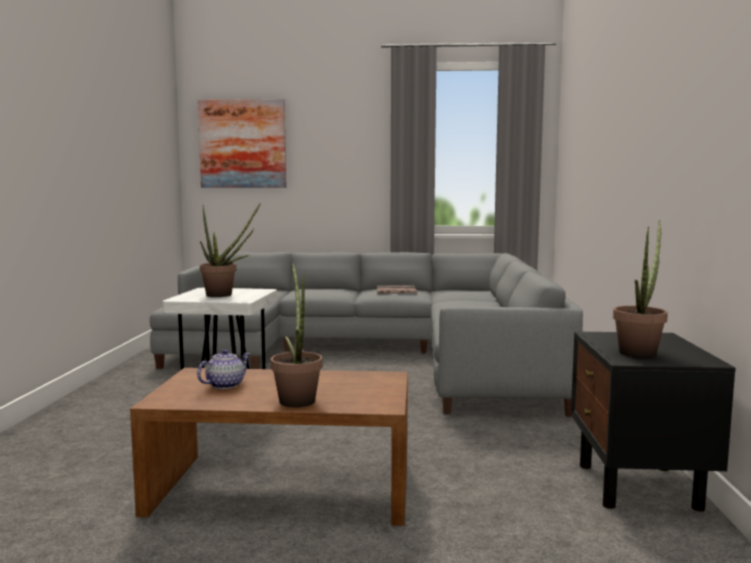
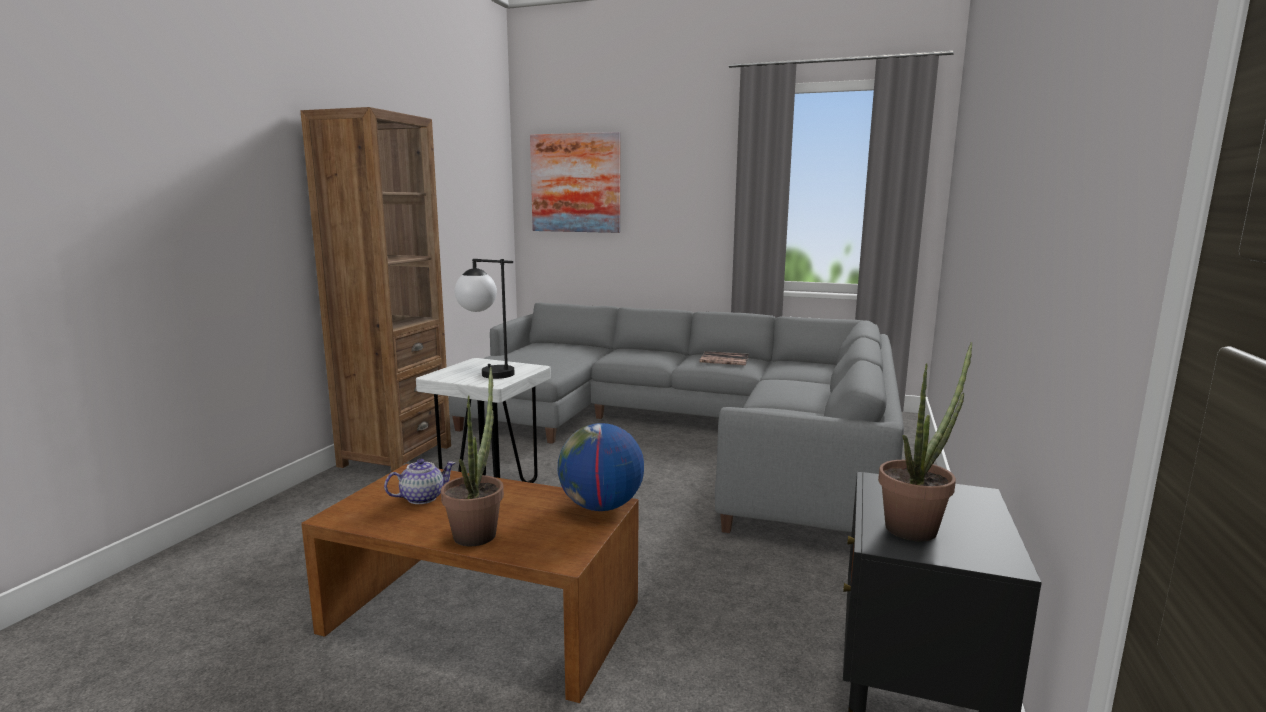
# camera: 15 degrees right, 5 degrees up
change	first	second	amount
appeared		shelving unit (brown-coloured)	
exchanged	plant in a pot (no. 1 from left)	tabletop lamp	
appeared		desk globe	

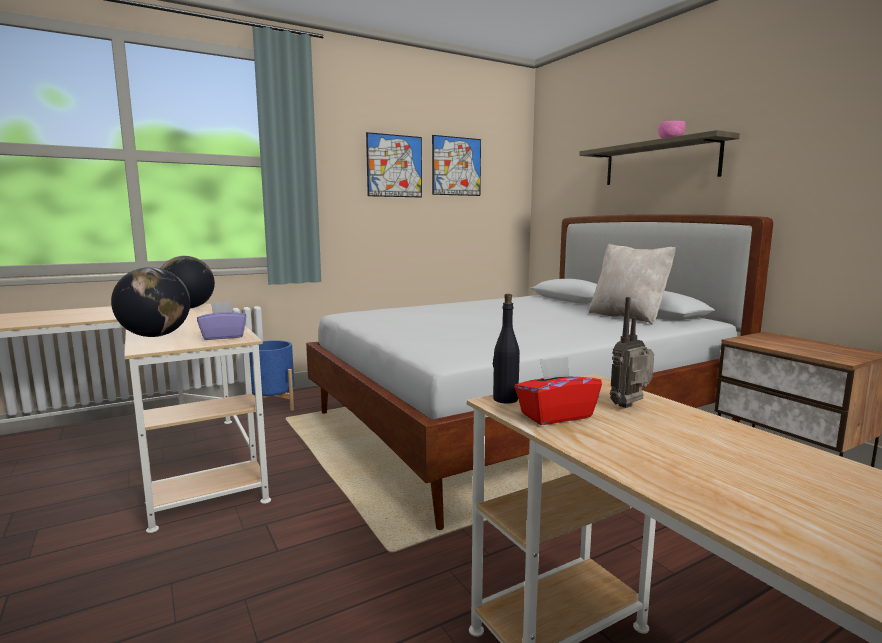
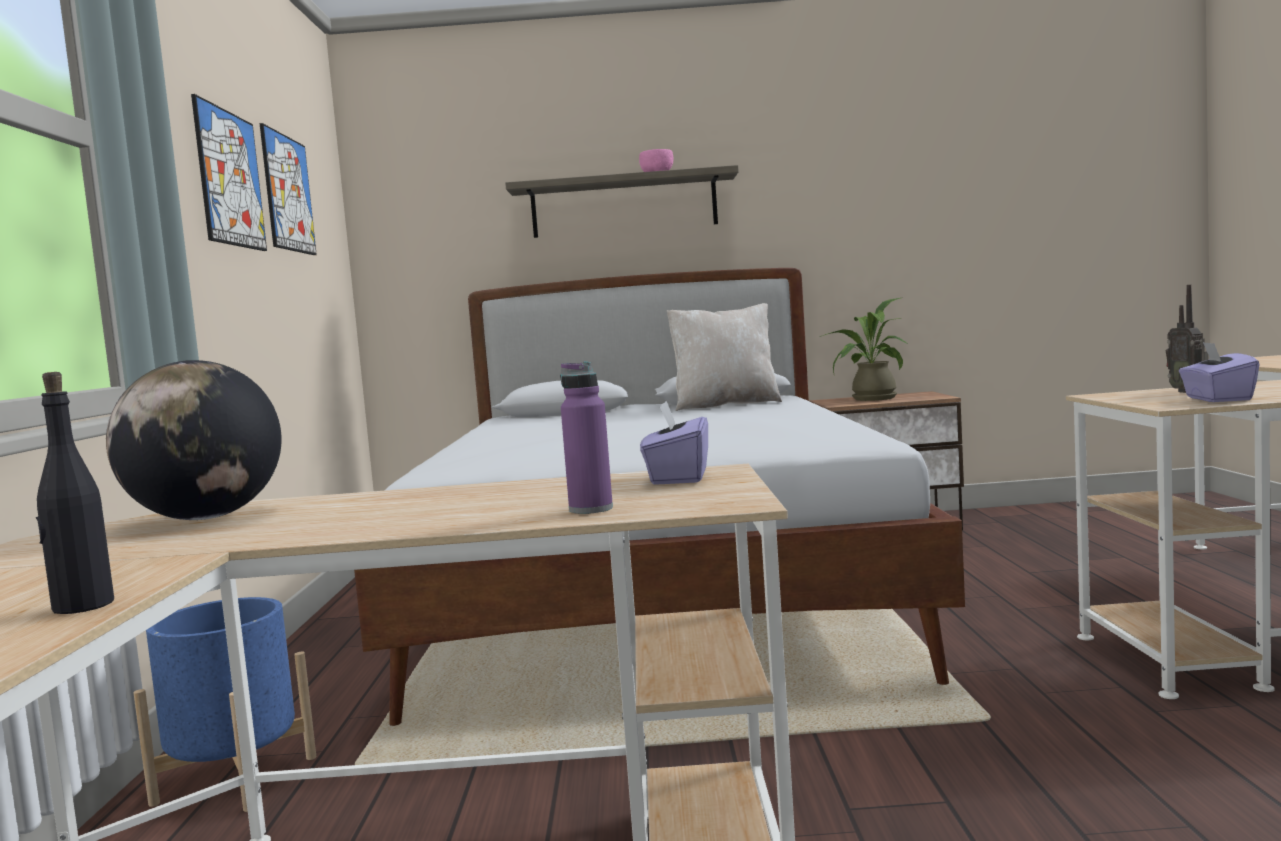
# camera: 60 degrees left, 5 degrees down
change	first	second	amount
relocated	bottle (black)		
exchanged	desk globe (no. 1 from left)	bottle (purplish)	
appeared		plant in a pot	
colour	tissue holder (red-coloured)	tissue holder (purplish) (no. 2 from left)	

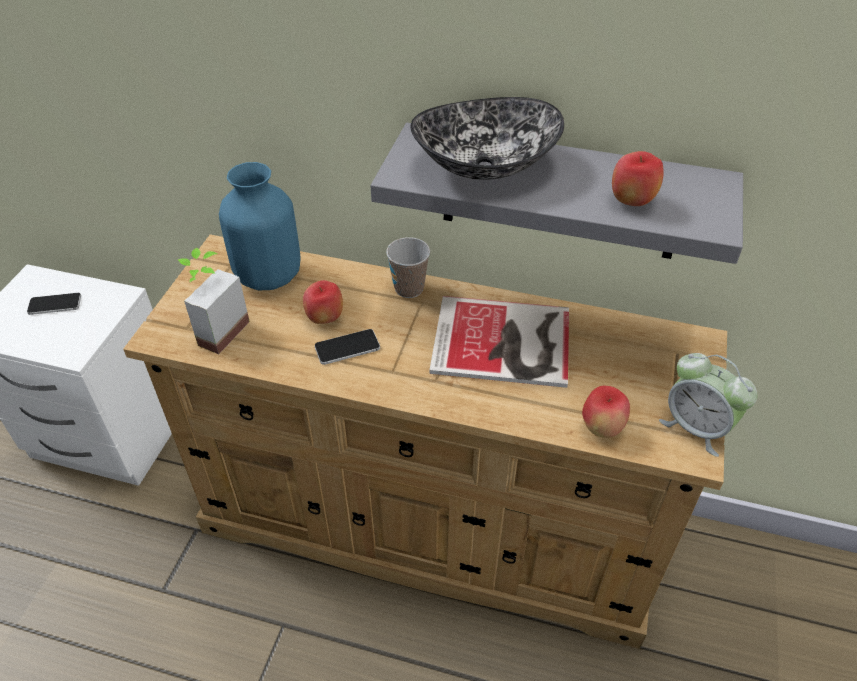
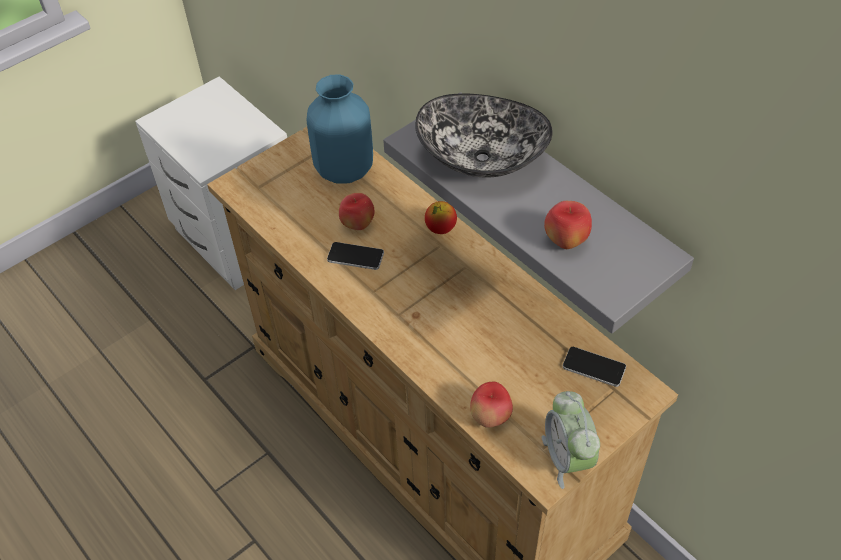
# camera: 35 degrees right, 5 degrees up
change	first	second	amount
exchanged	cup	whole apple (no. 2 from left)	
relocated	telephone (no. 1 from left in the first image)	telephone (no. 2 from left)	
missing	plant in a pot		
missing	volume		

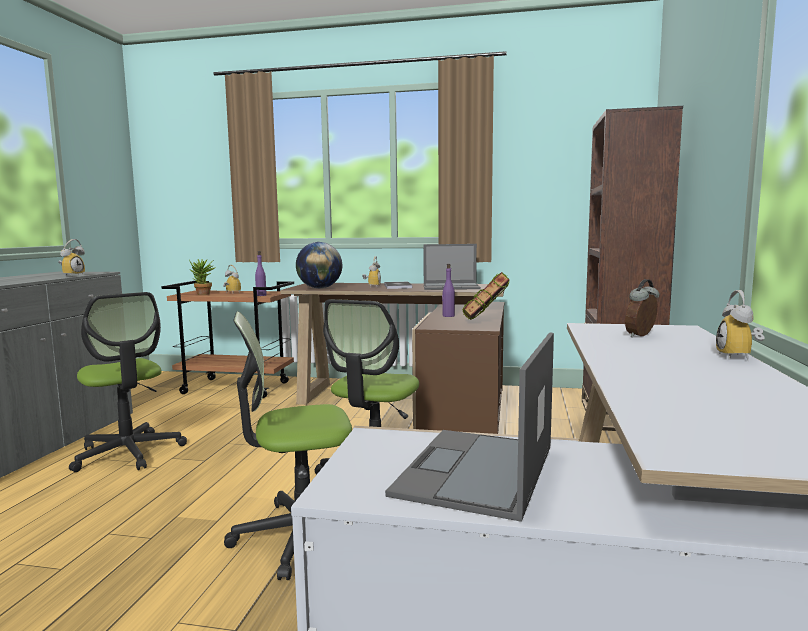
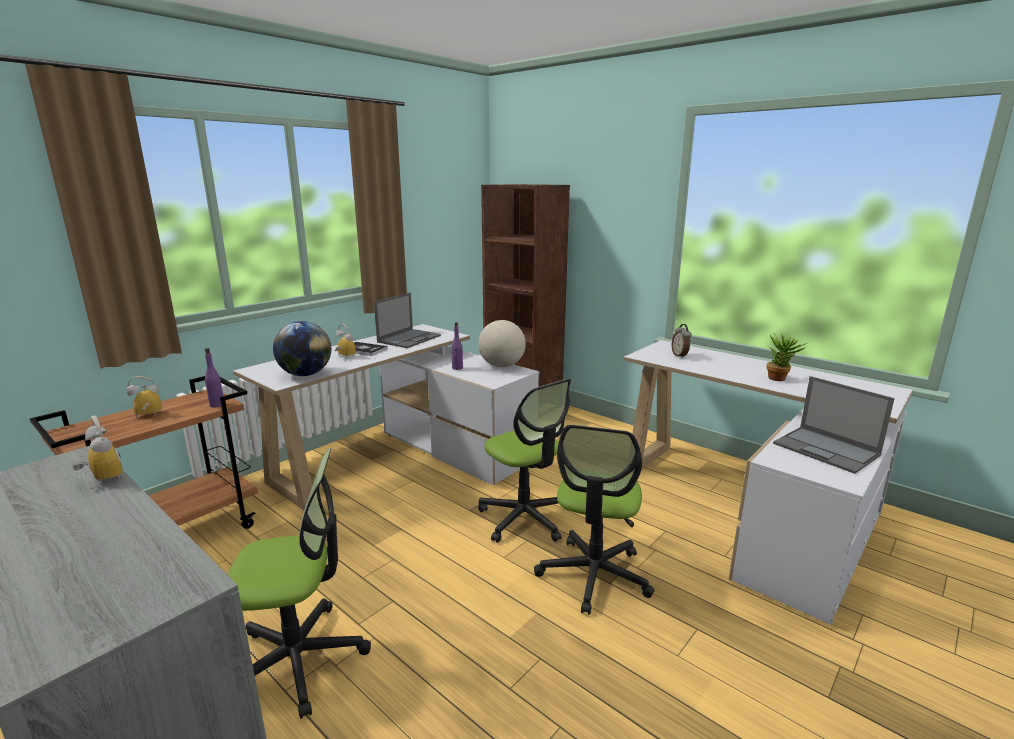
# camera: 60 degrees left, 10 degrees up
change	first	second	amount
colour	desk unit (brown-coloured)	desk unit (white) (no. 1 from left)	
exchanged	volume (no. 2 from left)	desk globe (no. 2 from left)	
relocated	plant in a pot		
missing	table clock (no. 5 from left)		

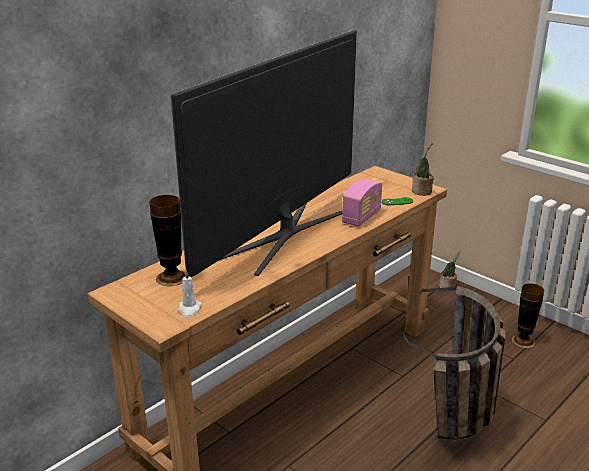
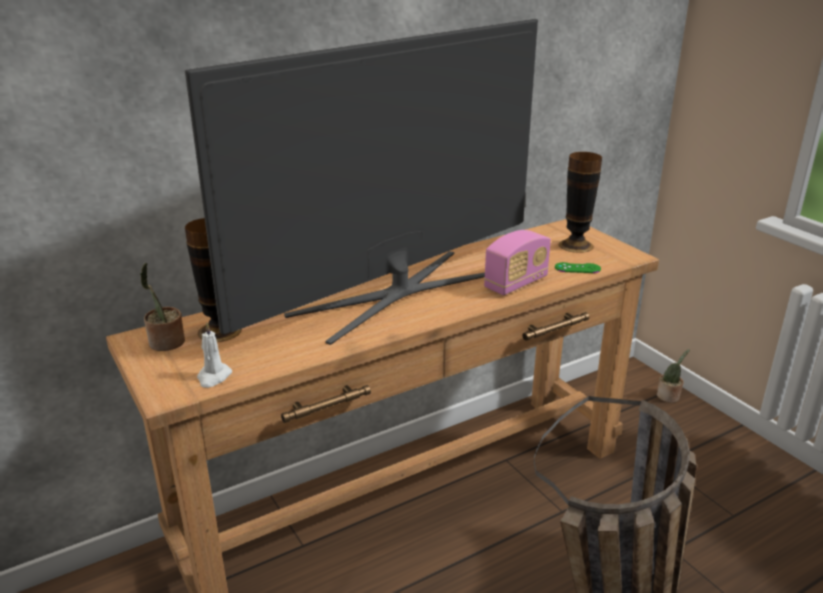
# camera: 15 degrees right, 0 degrees up
change	first	second	amount
relocated	plant in a pot (no. 1 from left)		
relocated	decorative vase (no. 2 from left)		

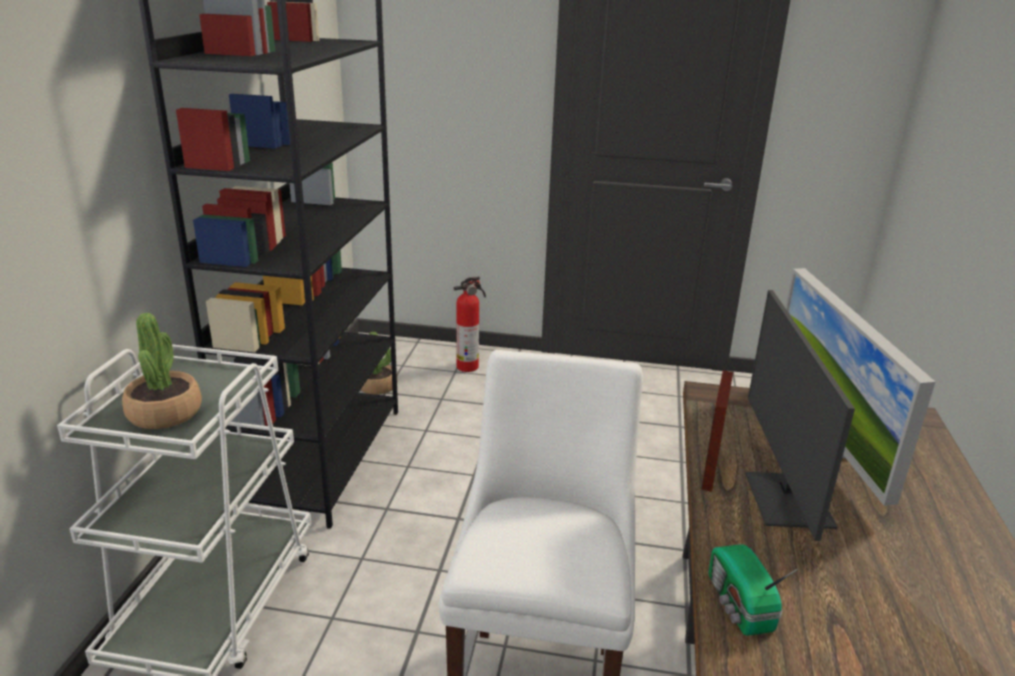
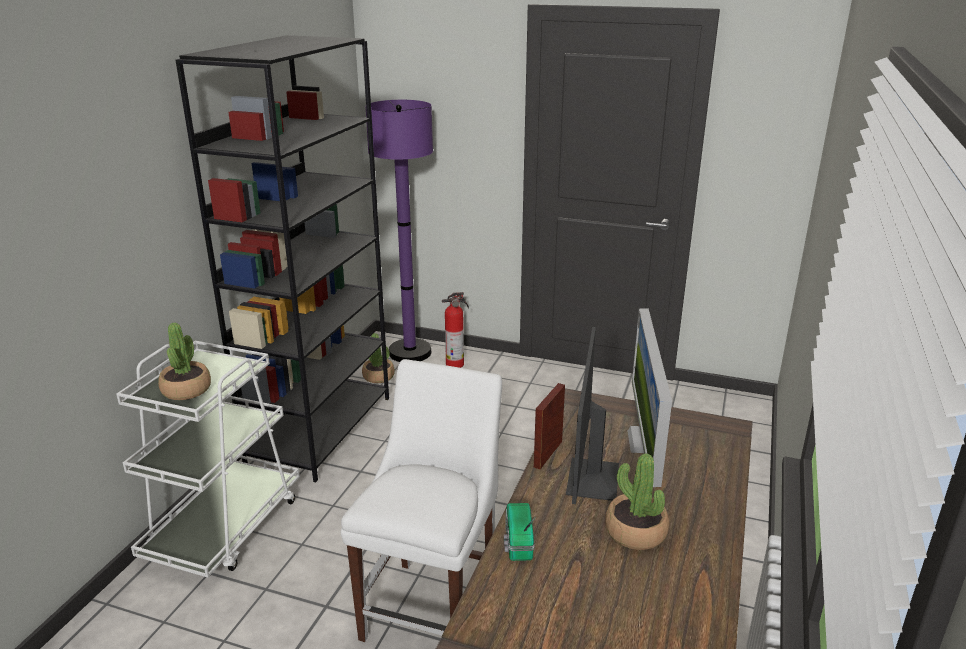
# camera: 10 degrees right, 0 degrees up
change	first	second	amount
appeared		standing lamp (purplish)	
appeared		plant in a pot (no. 3 from left)	

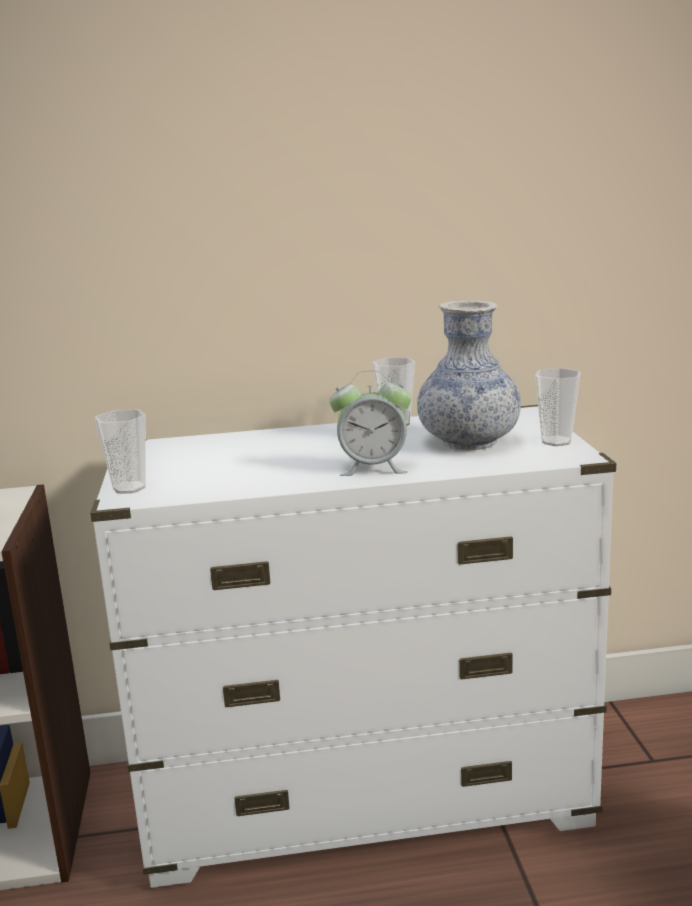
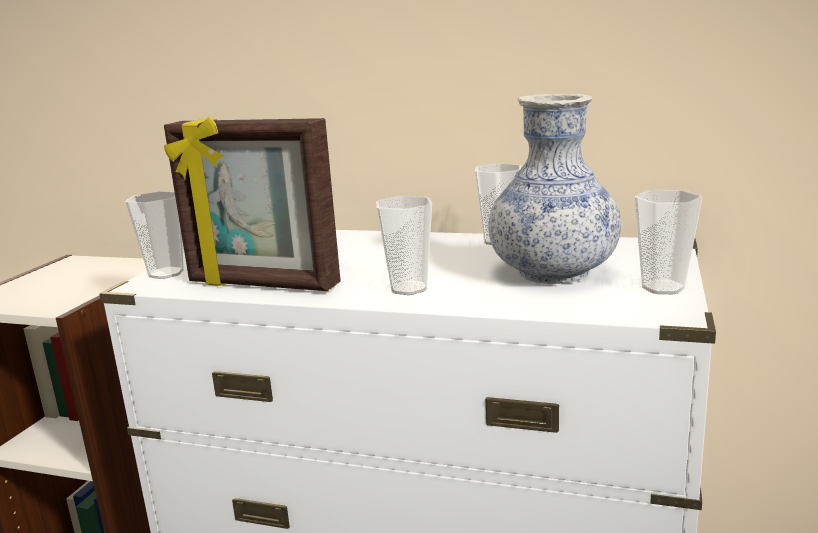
# camera: 25 degrees right, 0 degrees up
change	first	second	amount
appeared		picture frame	
exchanged	table clock	cup (no. 2 from left)	

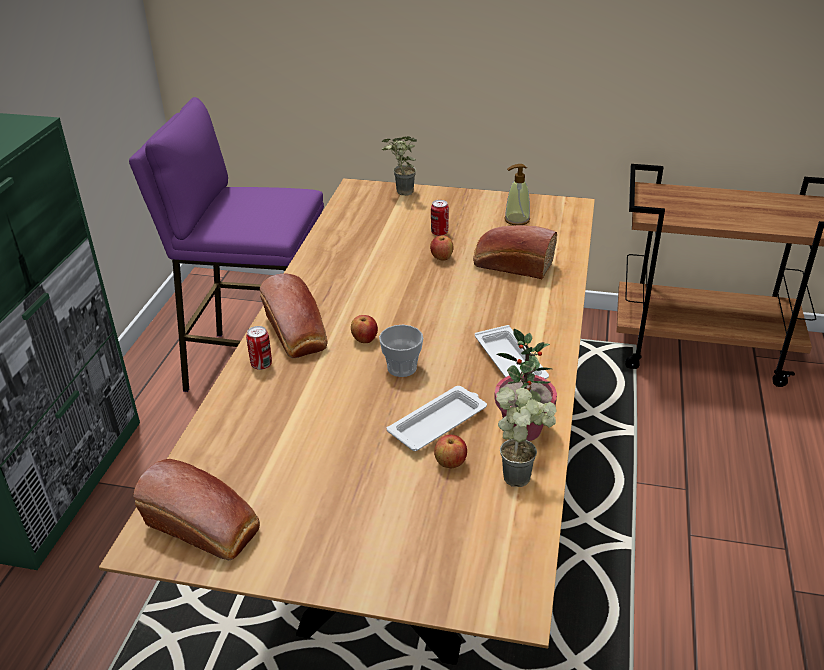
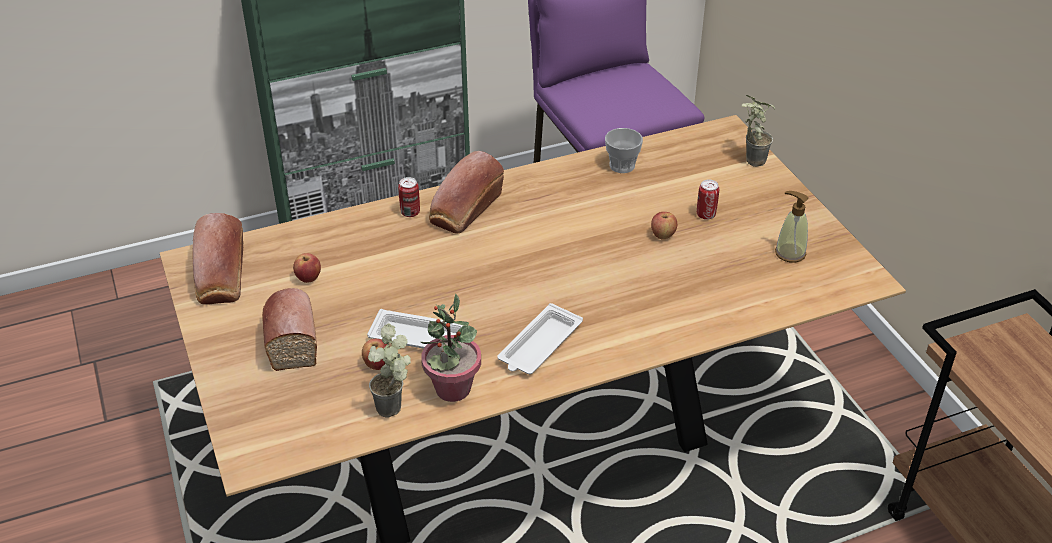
# camera: 55 degrees right, 5 degrees up
change	first	second	amount
relocated	bread (no. 3 from left in the first image)	bread (no. 2 from left)	
relocated	whole apple (no. 1 from left)		
relocated	cup		

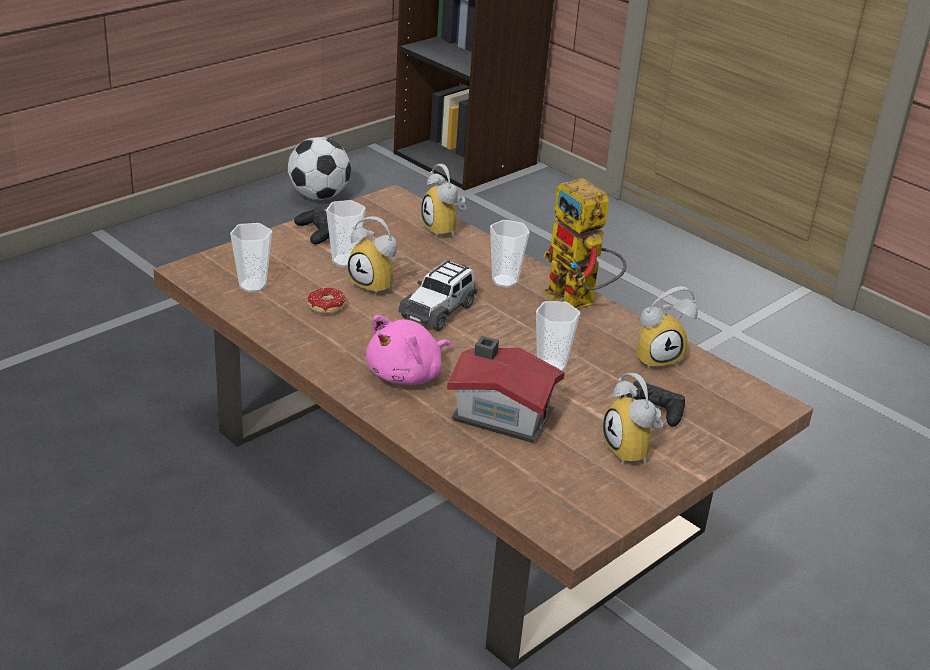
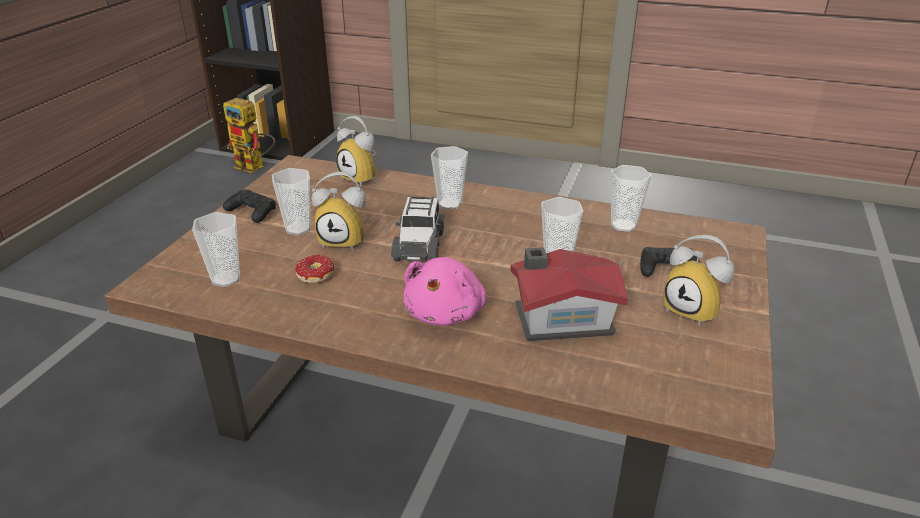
# camera: 25 degrees left, 0 degrees up
change	first	second	amount
relocated	model robot		
exchanged	table clock (no. 4 from left)	cup (no. 5 from left)	
missing	football		

